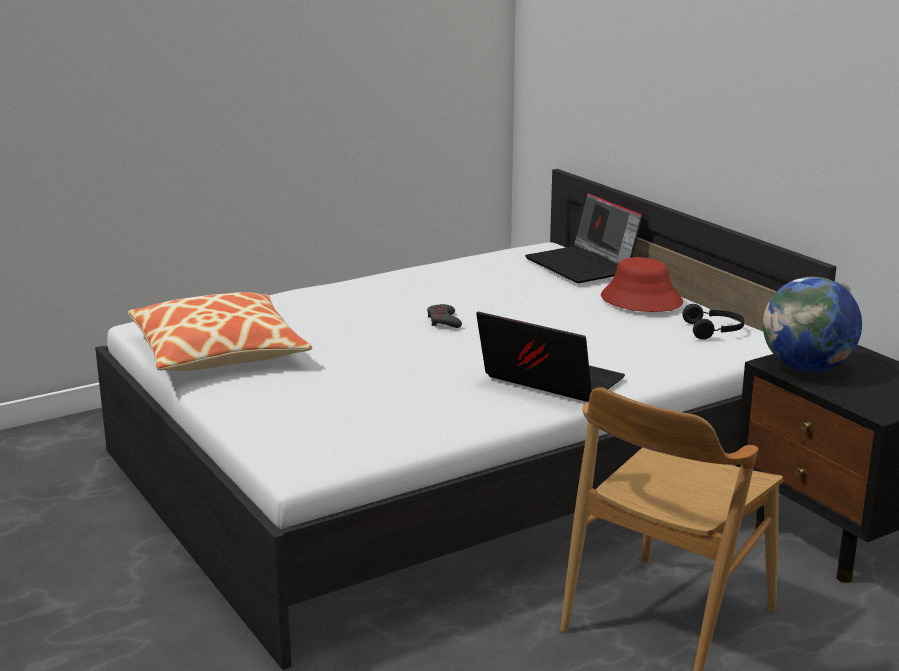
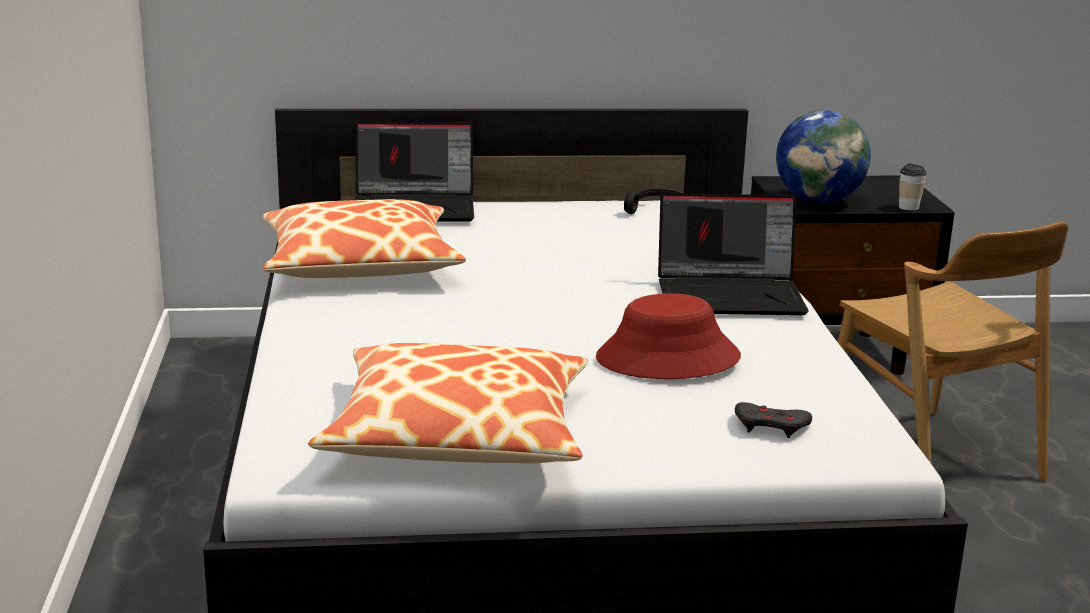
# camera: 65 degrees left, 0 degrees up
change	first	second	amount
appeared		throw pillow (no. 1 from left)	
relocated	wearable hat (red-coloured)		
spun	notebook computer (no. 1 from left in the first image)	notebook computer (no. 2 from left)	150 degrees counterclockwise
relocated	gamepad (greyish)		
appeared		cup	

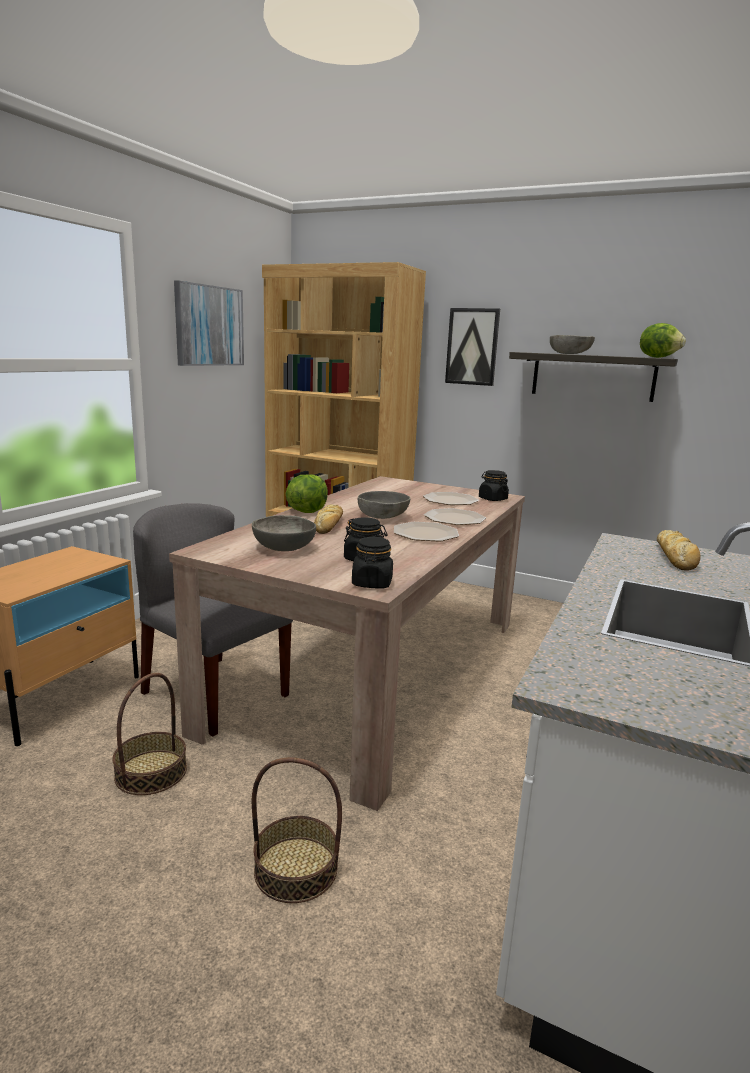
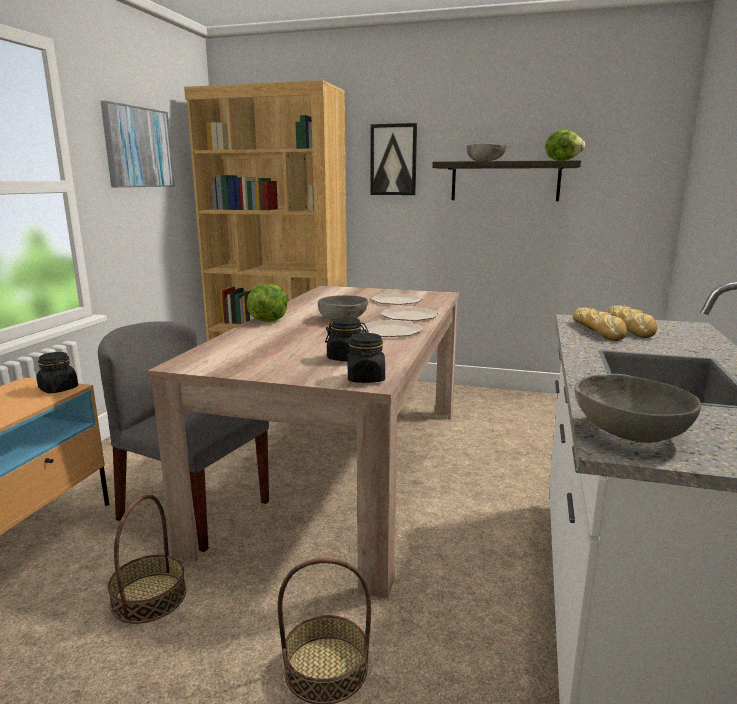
# camera: 10 degrees left, 0 degrees up
change	first	second	amount
relocated	preserve jar (black) (no. 3 from left in the first image)	preserve jar (black) (no. 1 from left)	
relocated	bread (no. 1 from left)		
relocated	bowl (greyish) (no. 1 from left in the first image)	bowl (greyish) (no. 3 from left)	

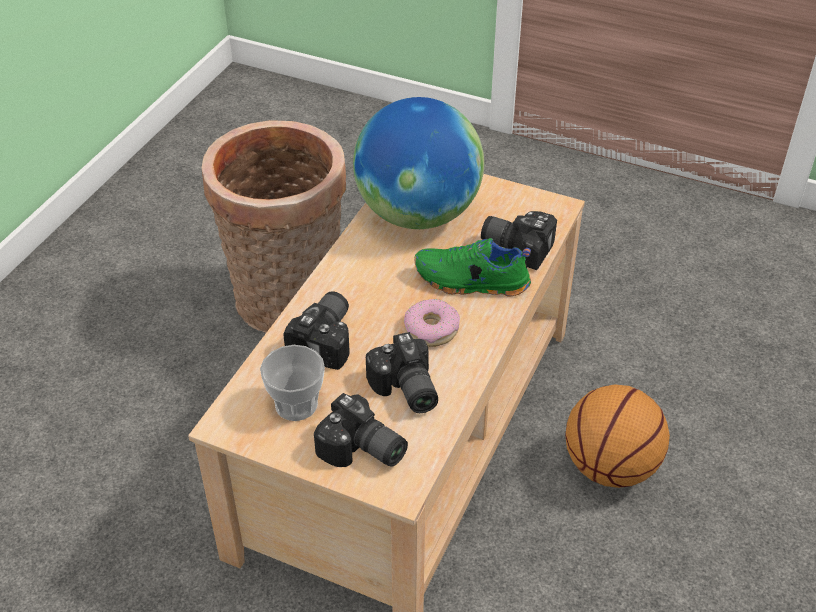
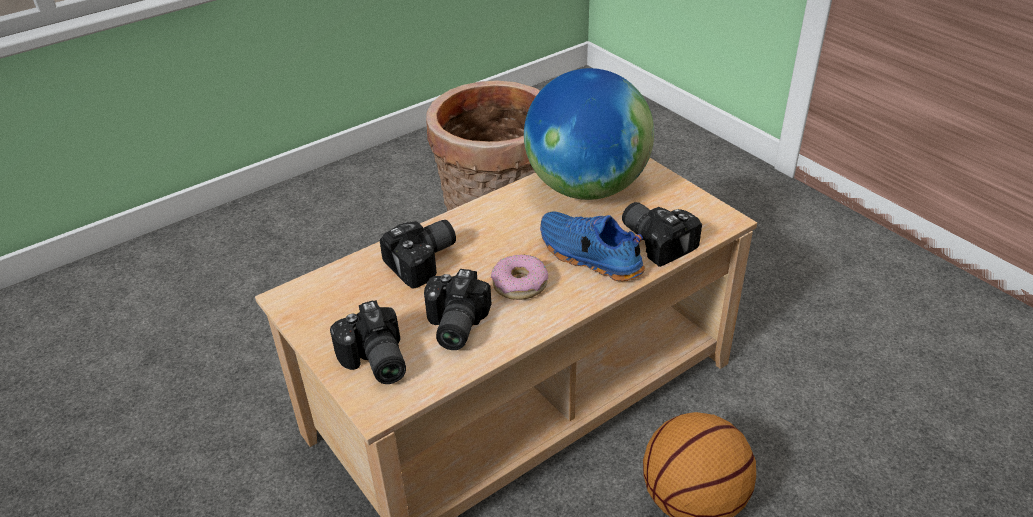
# camera: 30 degrees right, 5 degrees down
change	first	second	amount
colour	item of footwear (greenish)	item of footwear (bluish)	
missing	cup		

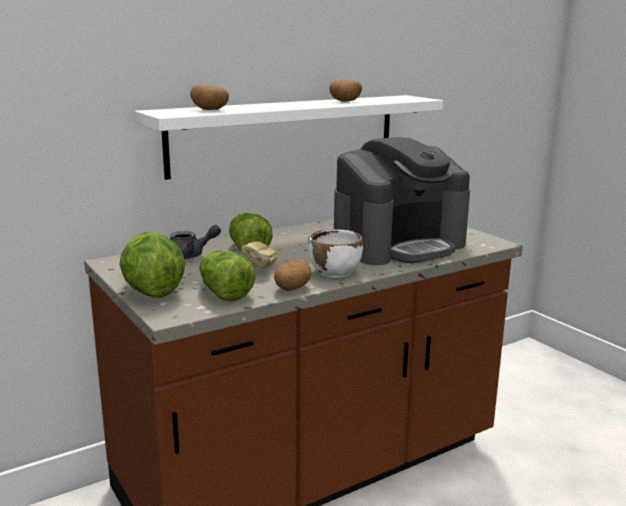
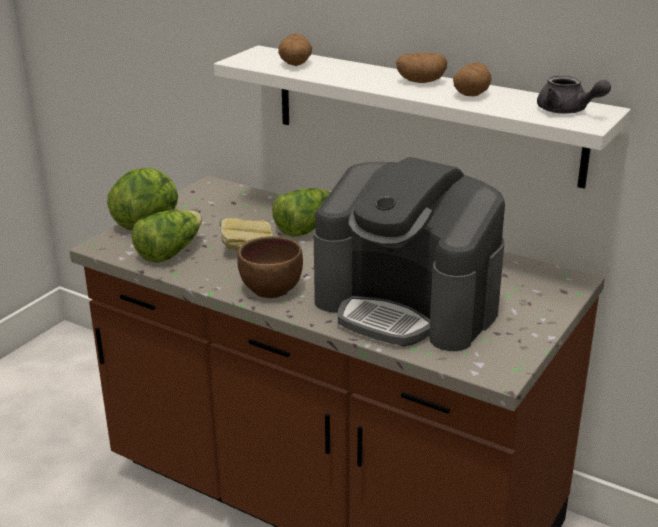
# camera: 65 degrees right, 10 degrees up
change	first	second	amount
colour	bowl (white)	bowl (brown-coloured)	
relocated	potato (no. 2 from left)		
relocated	pot for tea (greyish)		

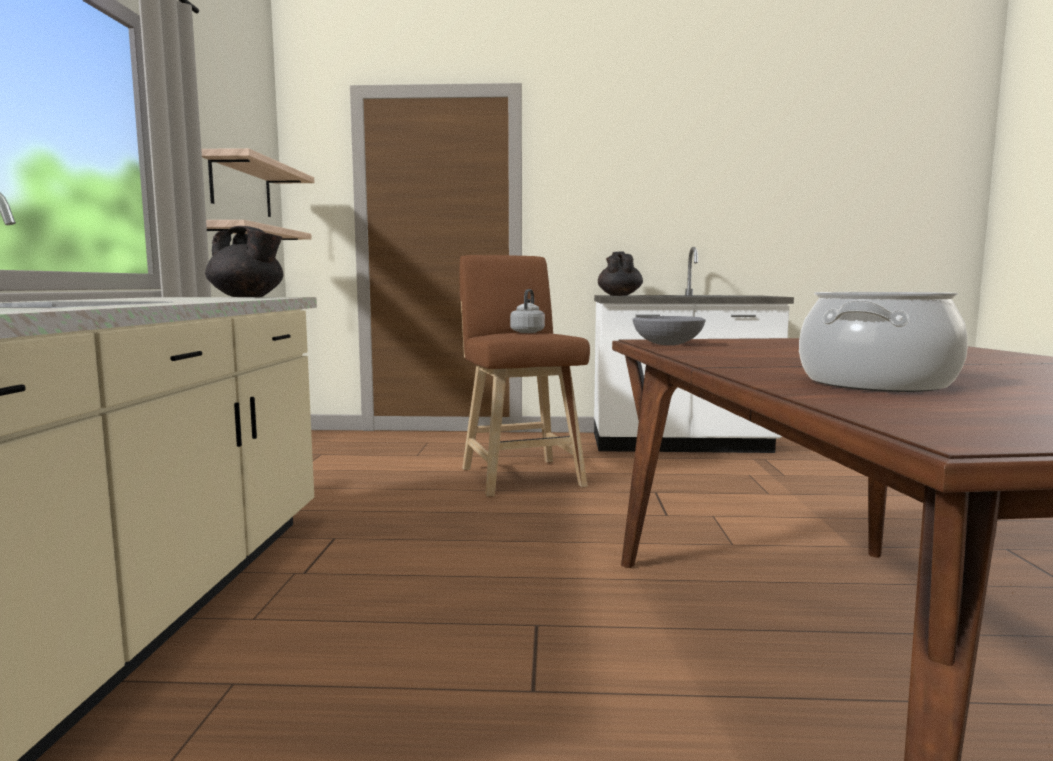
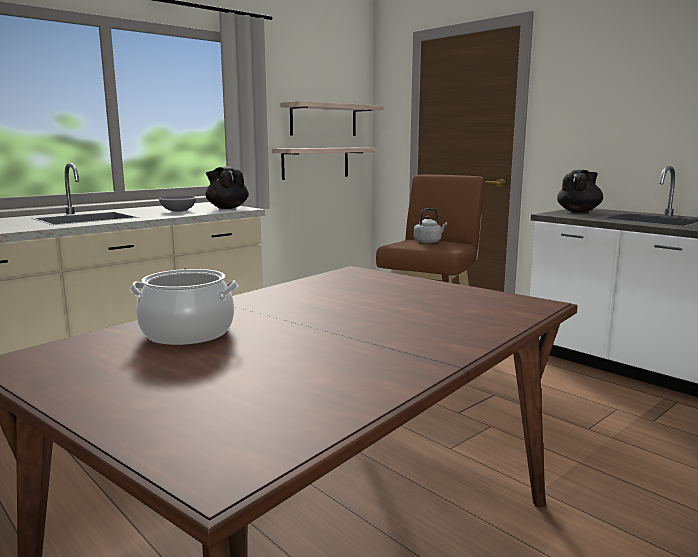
# camera: 45 degrees right, 5 degrees up
change	first	second	amount
relocated	bowl (greyish)		
spun	pot for tea (black) (no. 1 from left)		150 degrees clockwise

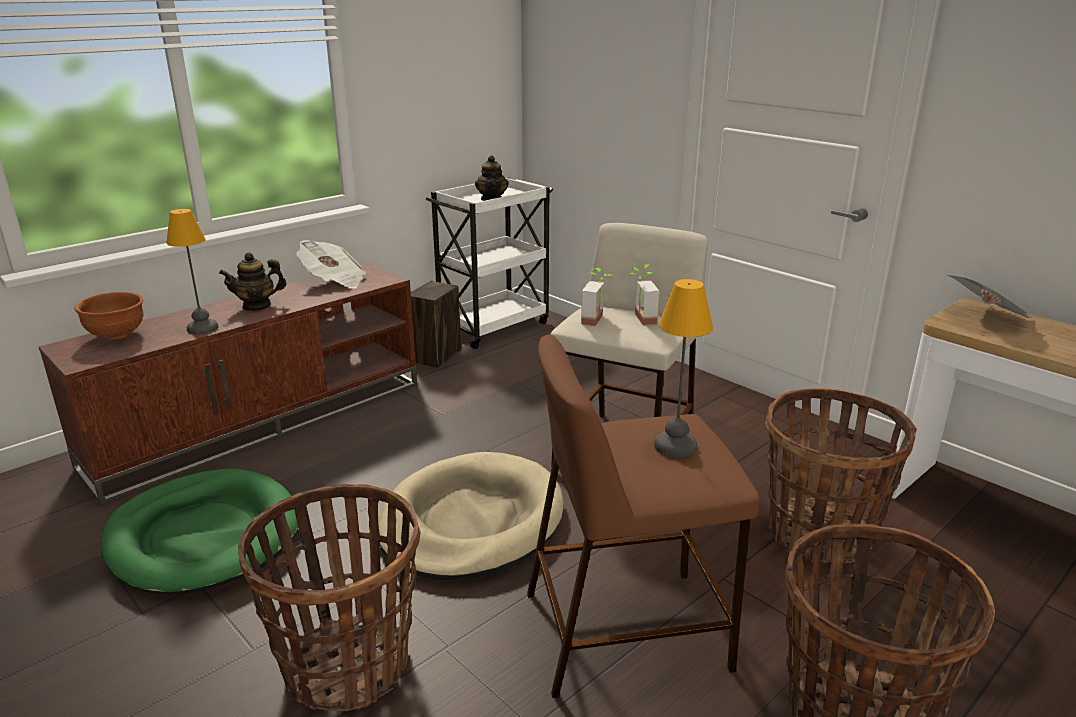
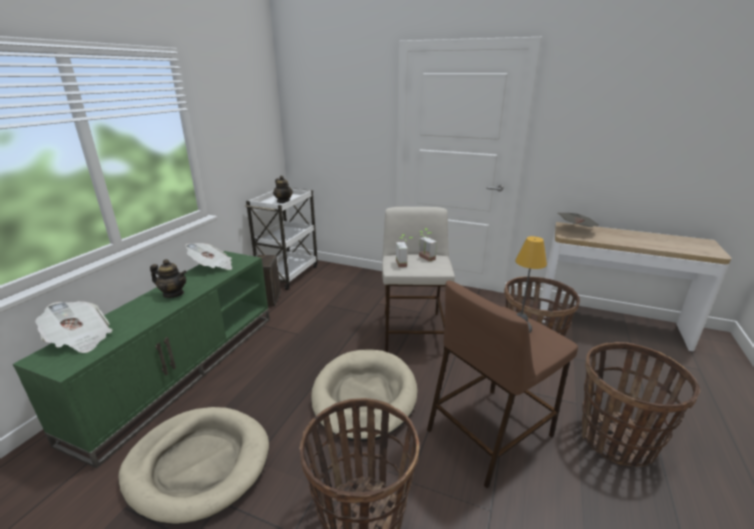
# camera: 25 degrees left, 0 degrees up
change	first	second	amount
colour	tv stand (brown-coloured)	tv stand (greenish)	
exchanged	bowl (brown-coloured)	newspaper (no. 1 from left)	
colour	pet bed (greenish)	pet bed (beige-coloured) (no. 1 from left)	
spun	pot for tea (no. 1 from left)		120 degrees counterclockwise
missing	tabletop lamp (no. 1 from left)		

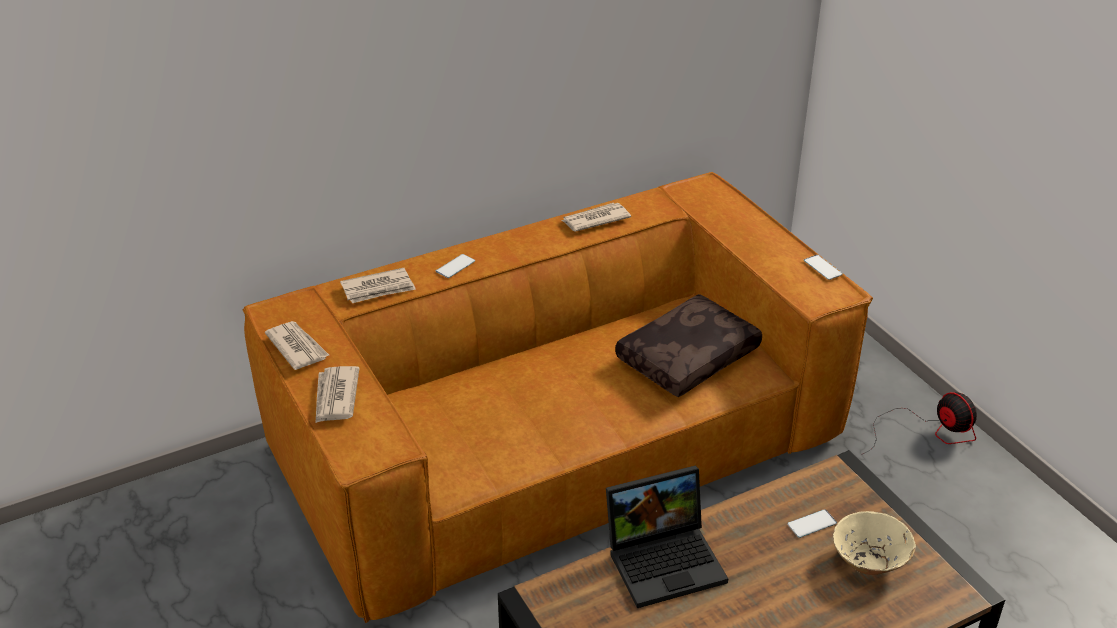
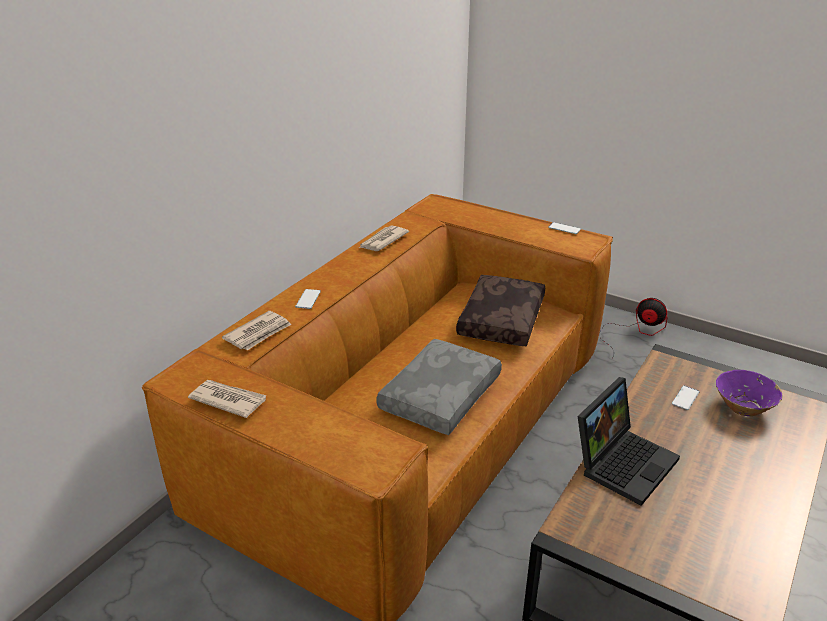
# camera: 30 degrees left, 5 degrees down
change	first	second	amount
appeared		throw pillow (greyish)	
colour	bowl (beige-coloured)	bowl (purplish)	
missing	newspaper (no. 2 from left)		

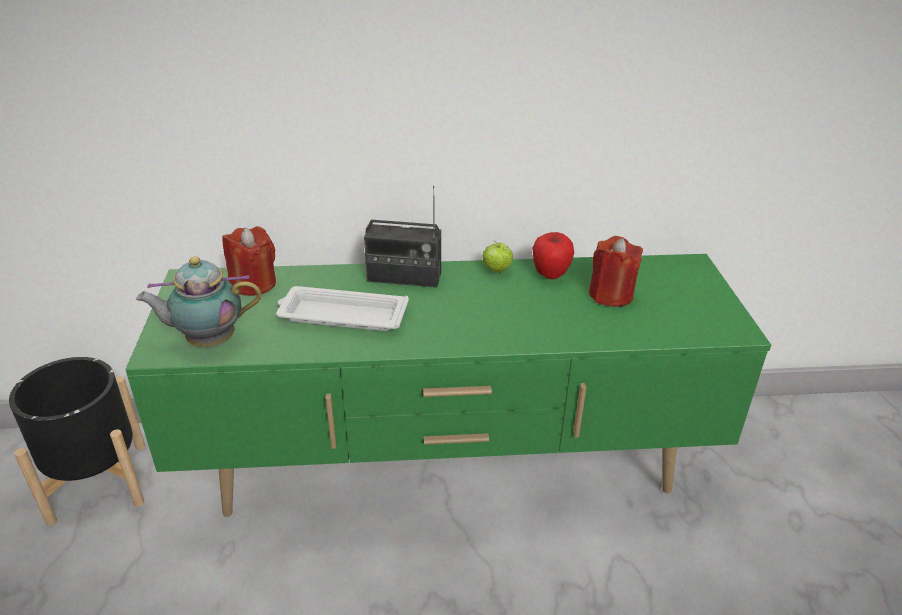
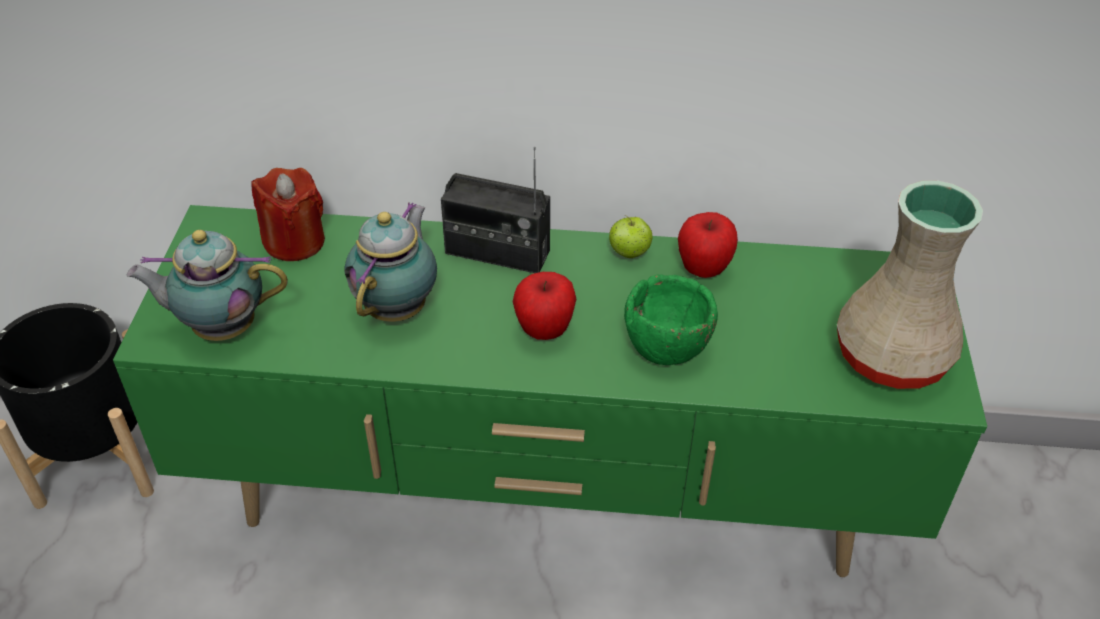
# camera: 10 degrees right, 10 degrees up
change	first	second	amount
exchanged	serving tray (white)	pot for tea (no. 2 from left)	
appeared		whole apple (no. 1 from left)	
appeared		bowl (greenish)	
appeared		decorative vase (beige-coloured)	
missing	candle (red-coloured) (no. 2 from left)		

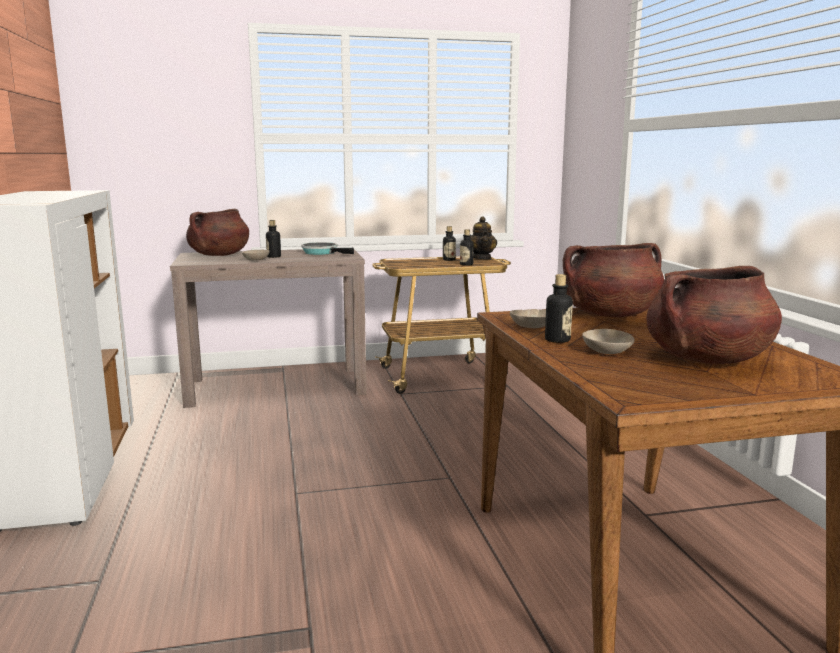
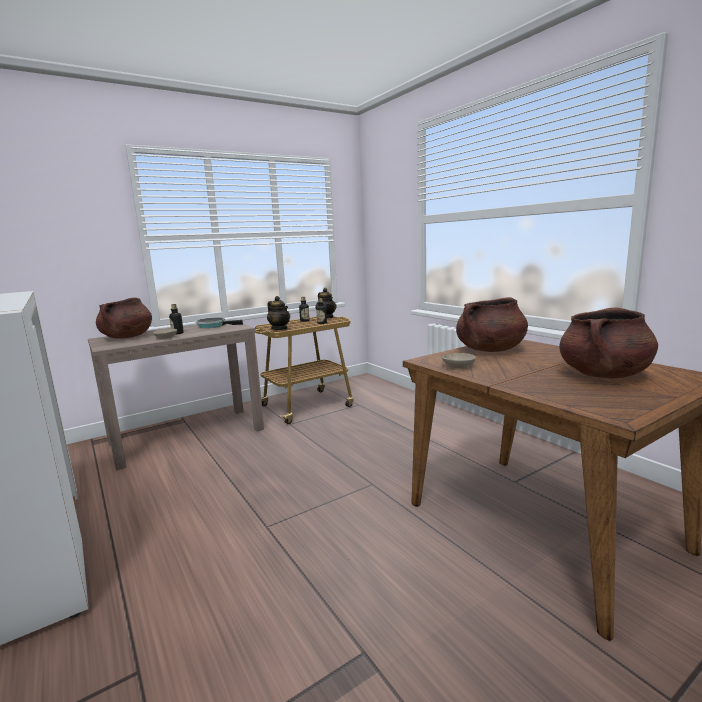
# camera: 20 degrees left, 0 degrees up
change	first	second	amount
appeared		pot for tea (no. 1 from left)	
missing	bottle (no. 4 from left)		
missing	bowl (beige-coloured) (no. 3 from left)		

